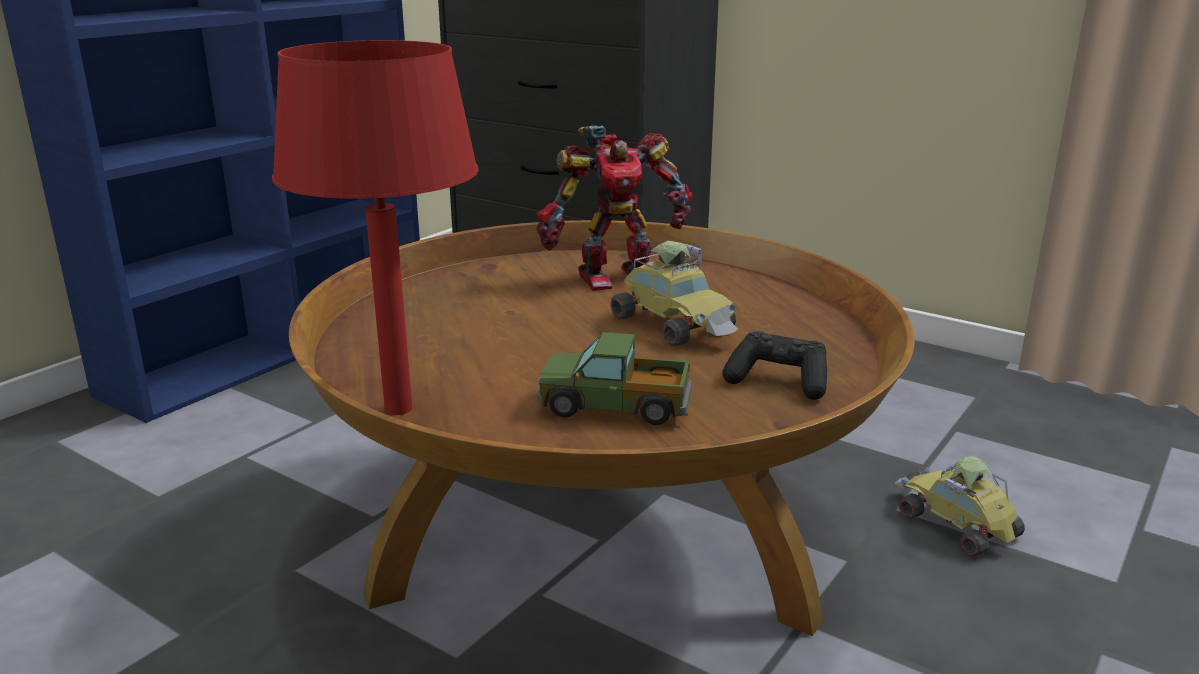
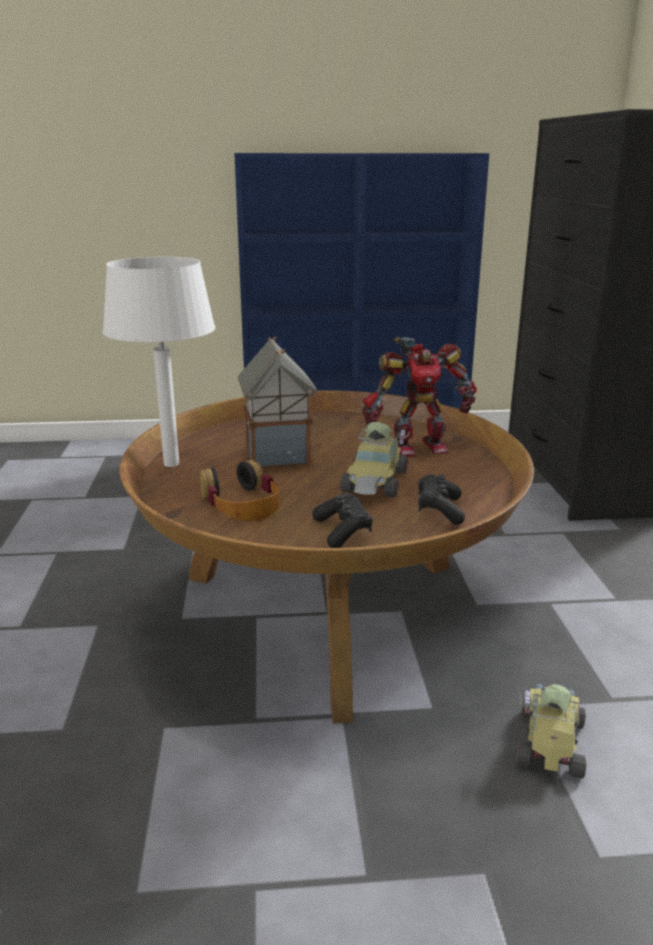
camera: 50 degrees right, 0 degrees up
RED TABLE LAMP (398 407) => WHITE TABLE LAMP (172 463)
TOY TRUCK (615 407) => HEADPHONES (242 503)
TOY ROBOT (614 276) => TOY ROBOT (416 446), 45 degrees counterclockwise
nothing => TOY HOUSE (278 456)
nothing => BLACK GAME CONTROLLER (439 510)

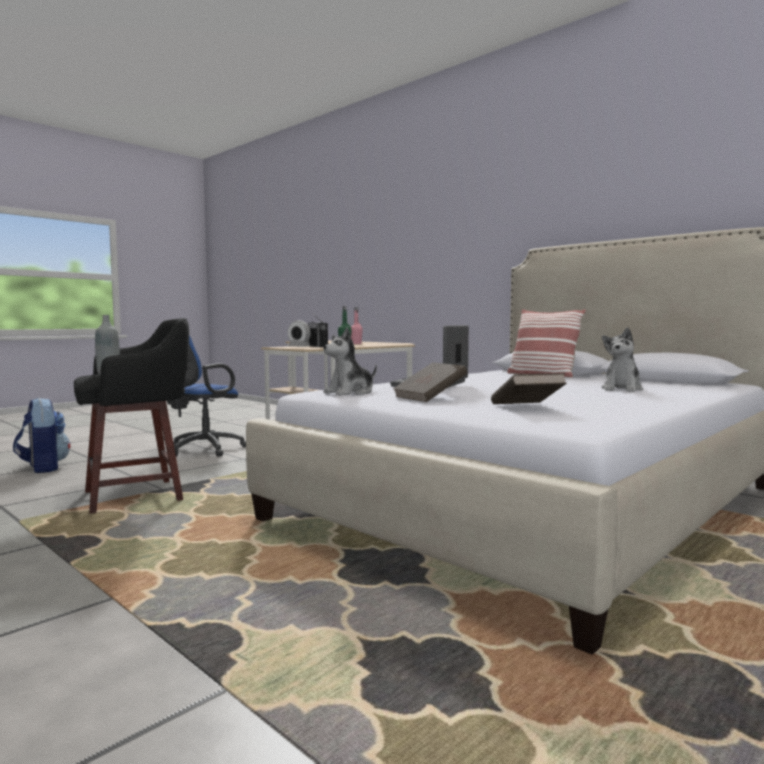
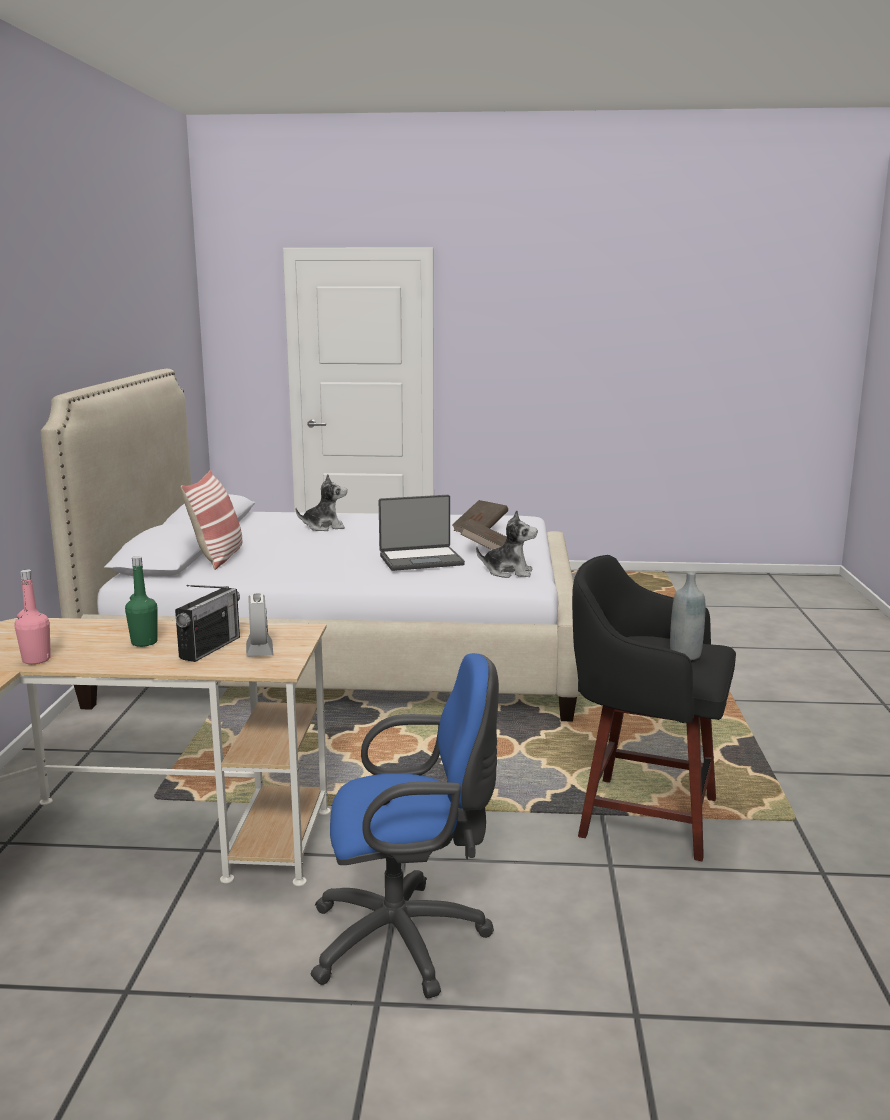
camera: 130 degrees left, 10 degrees up
BACKPACK (43 467) => nothing

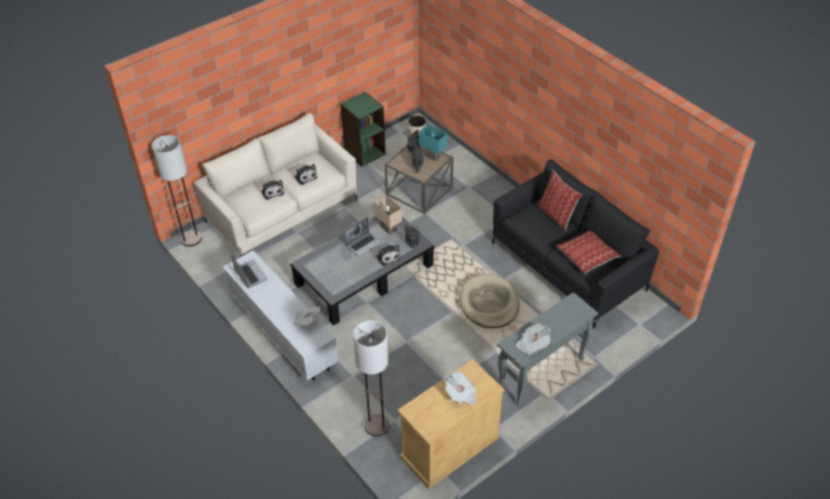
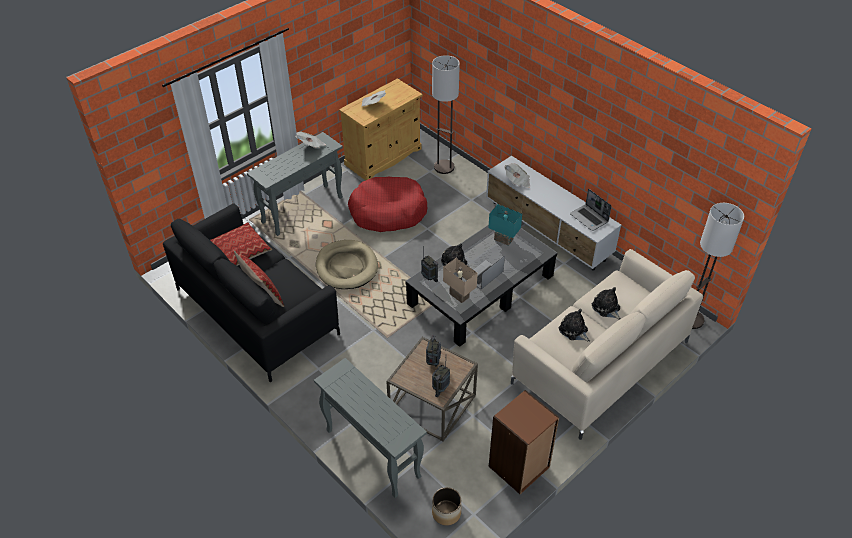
camera: 175 degrees right, 0 degrees up
GREEN BOOKCASE (364 153) => BROWN BOOKCASE (519 467)
TURQUOISE TABLE LAMP (432 156) => TURQUOISE TABLE LAMP (504 239), moved
nothing => GREY CONSOLE TABLE (372 453)
nothing => RED DOG BED (388 212)

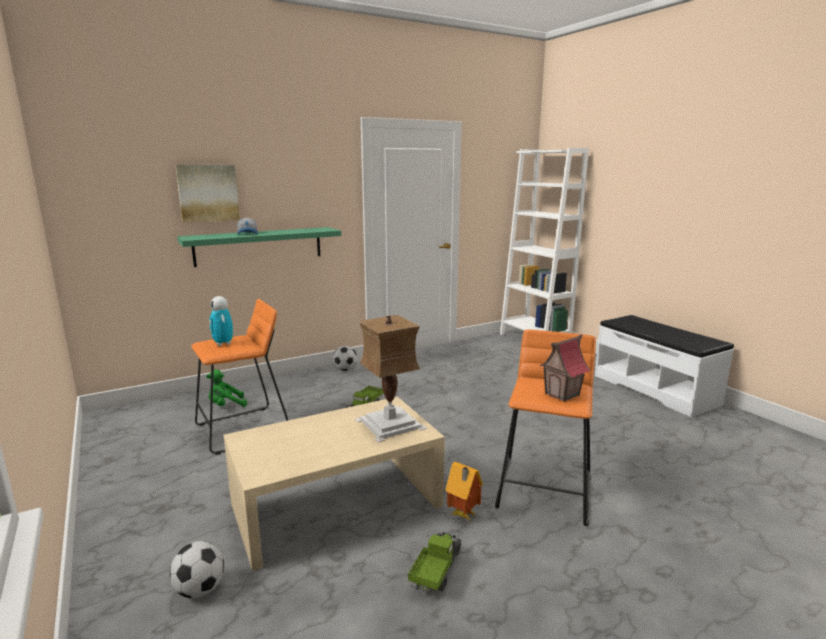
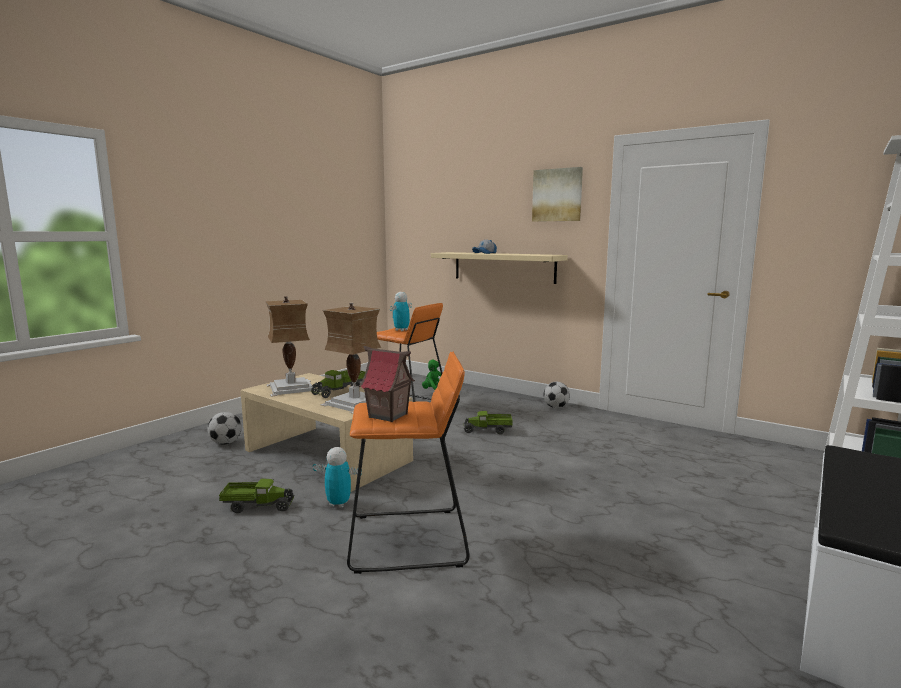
camera: 65 degrees right, 5 degrees down
PICTURE (208 193) => PICTURE (557 195), moved
GREEN SHELF (259 246) => BEIGE SHELF (503 267)
TOY HOUSE (462 515) => TOY ROBOT (338 504)
nothing => TABLE LAMP (290 387)
nothing => TOY TRUCK (339 391)

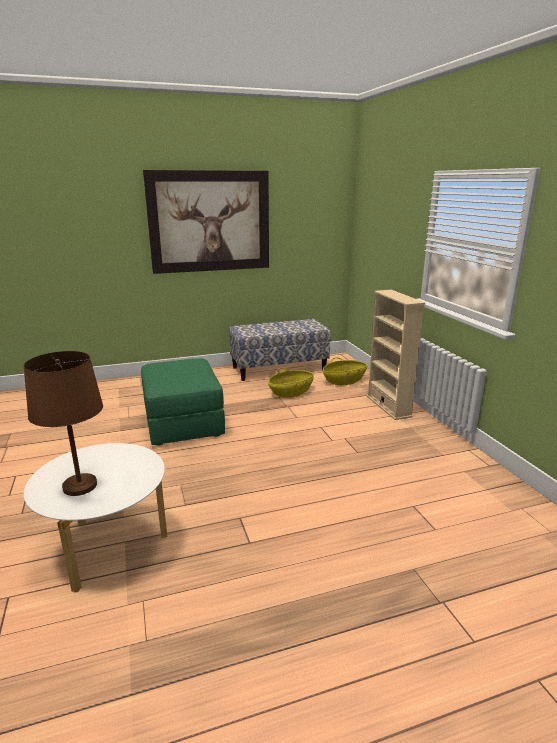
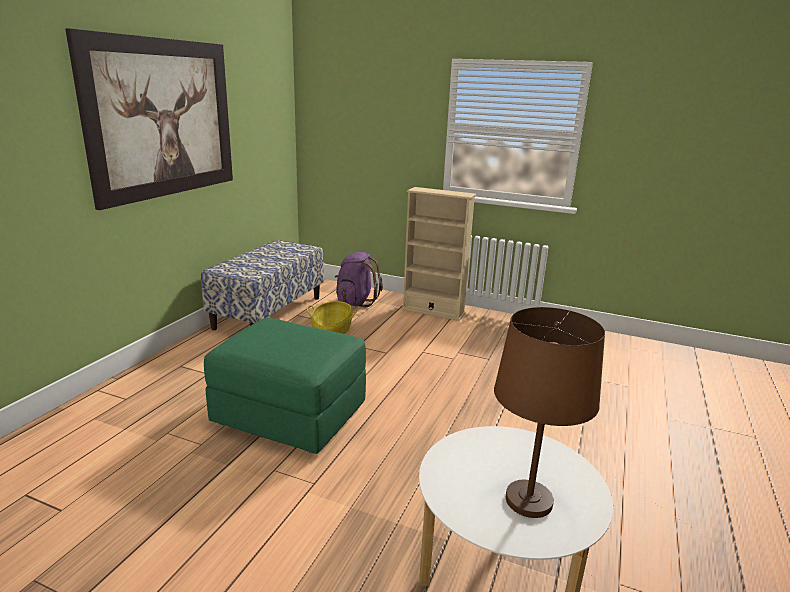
camera: 50 degrees left, 0 degrees up
BASKET (344 381) => PURPLE BACKPACK (355 302)

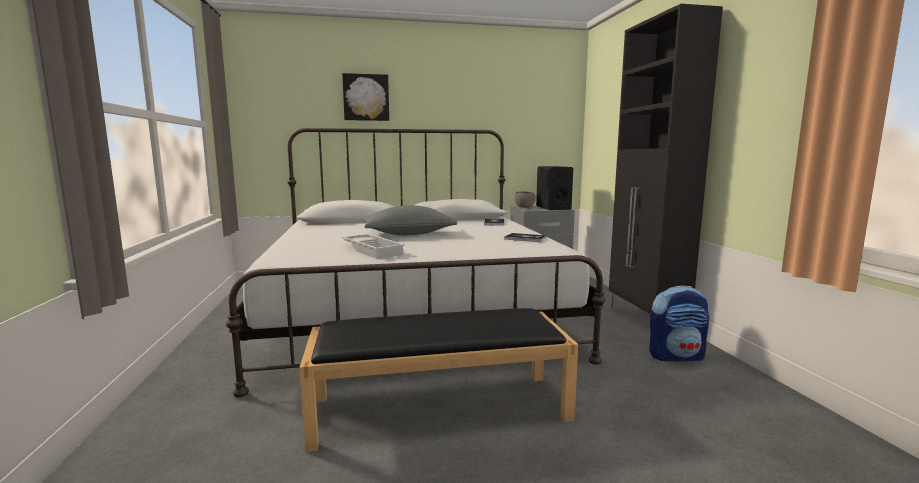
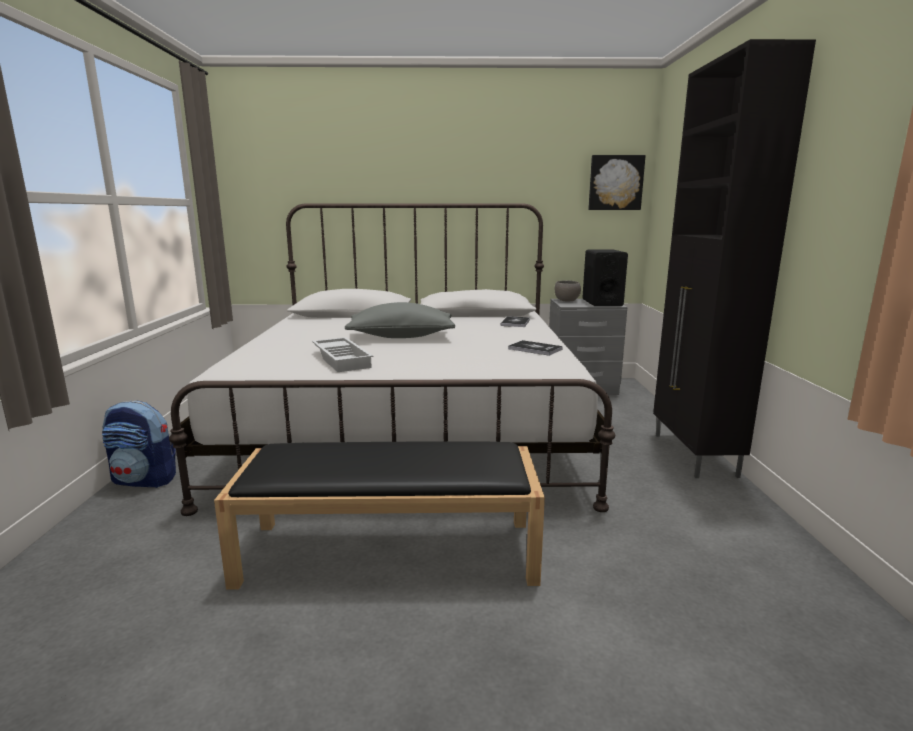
camera: 10 degrees right, 5 degrees up
PICTURE (366 97) => PICTURE (615 183), moved
BACKPACK (676 356) => BACKPACK (145 480), moved

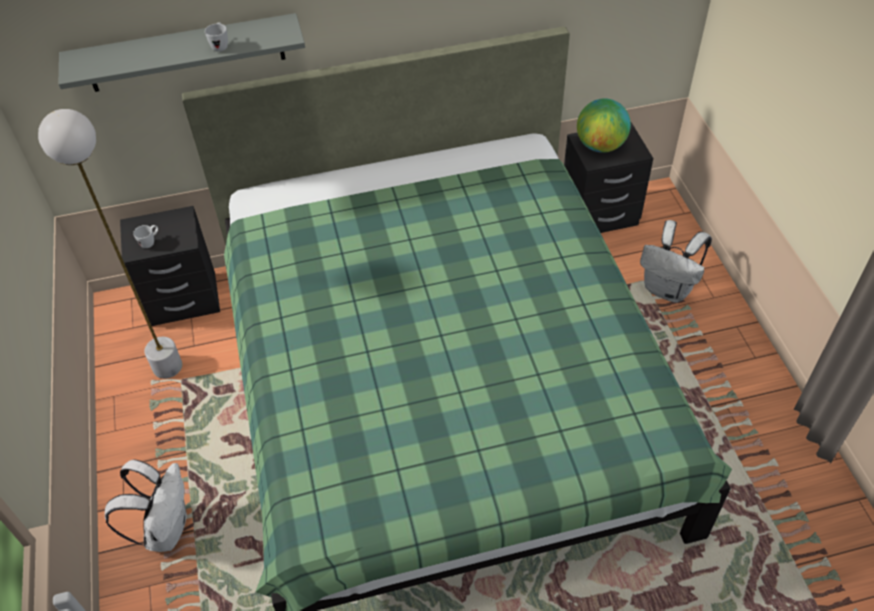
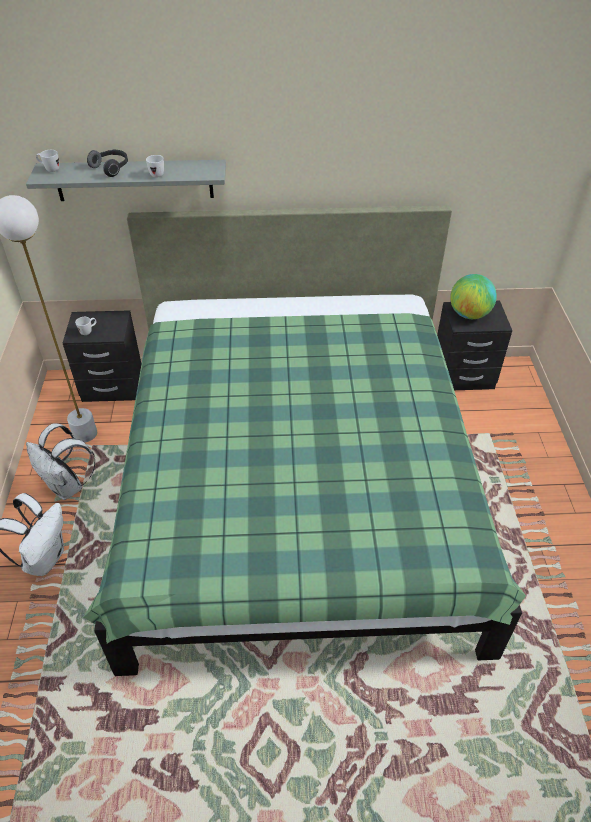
camera: 10 degrees right, 5 degrees down
WHITE BACKPACK (668 289) => WHITE BACKPACK (68 486), moved
nothing => WHITE MUG (50 169)
nothing => HEADPHONES (111 168)

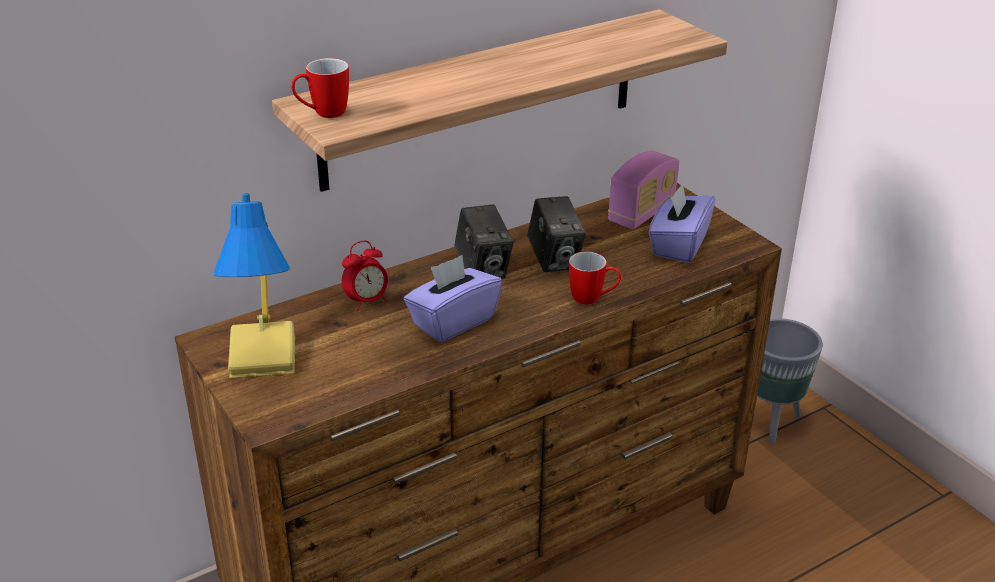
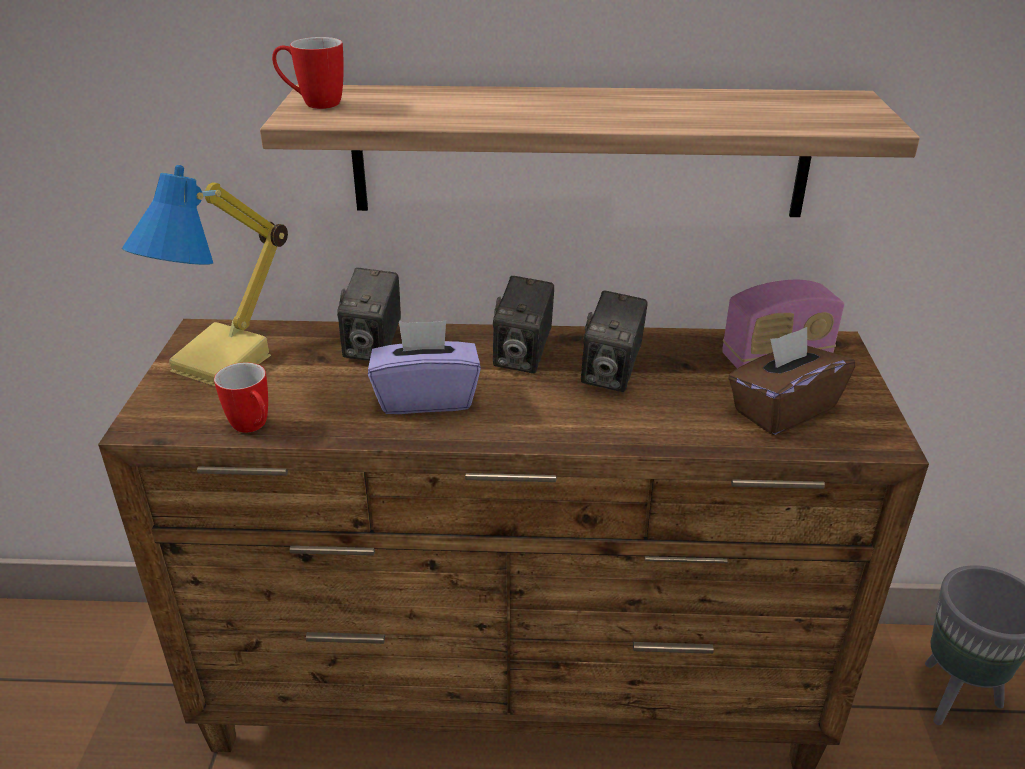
camera: 35 degrees right, 0 degrees up
ALARM CLOCK (367 301) => PHOTO CAMERA (373 347)
MUG (593 299) => MUG (254 428), moved
PURPLE TISSUE BOX (678 245) => BROWN TISSUE BOX (782 410)

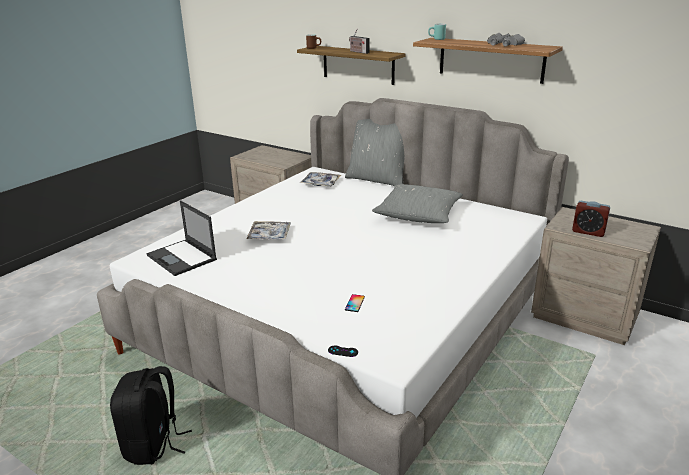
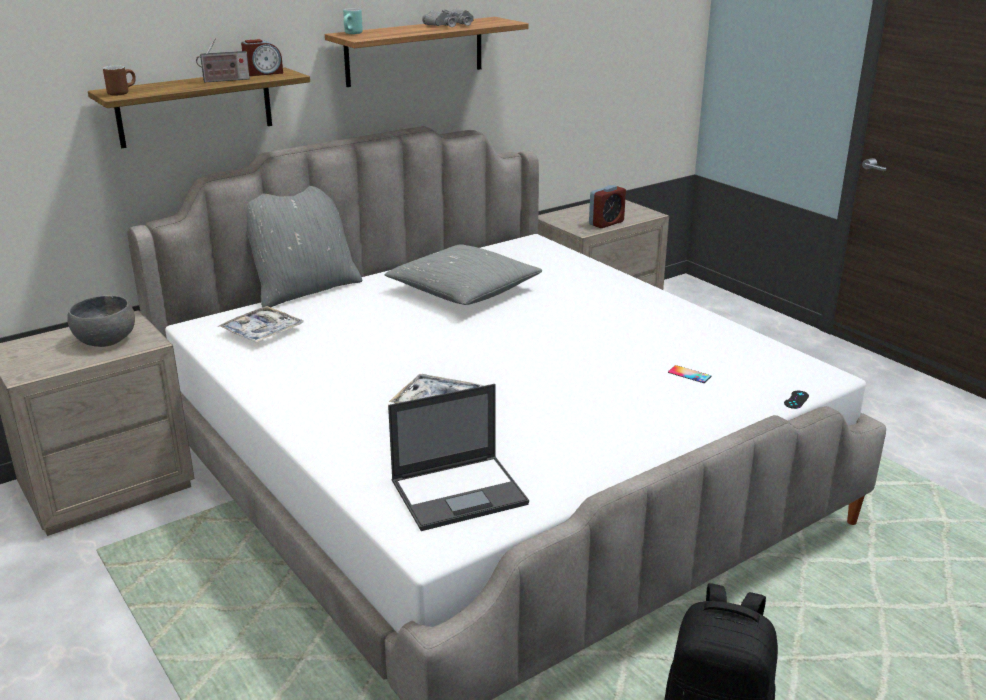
camera: 70 degrees left, 0 degrees up
nothing => GREY BOWL (106 340)
nothing => ALARM CLOCK (263 73)

